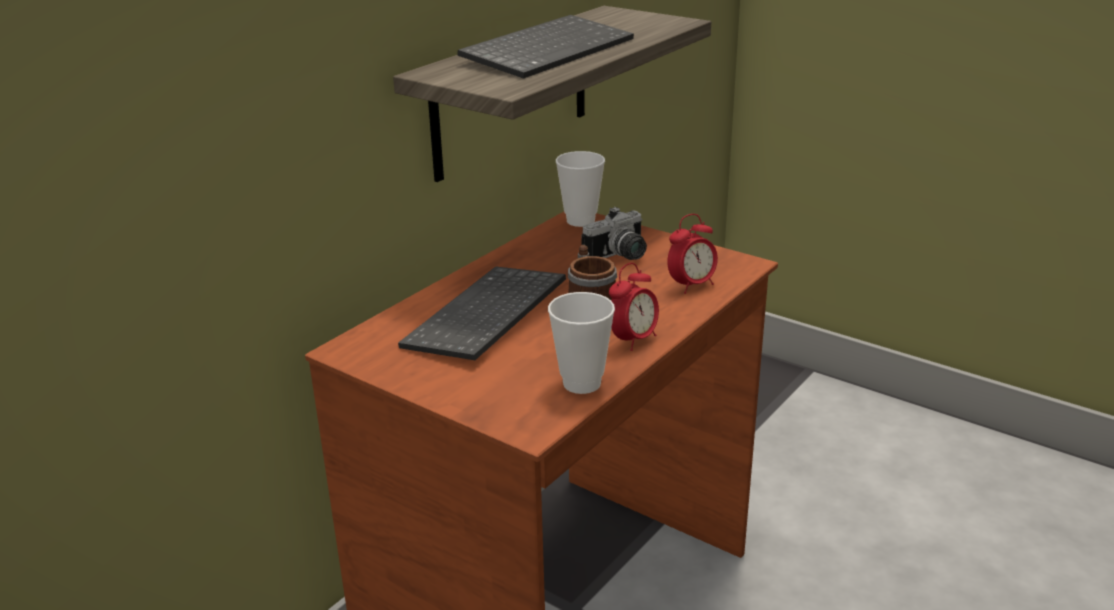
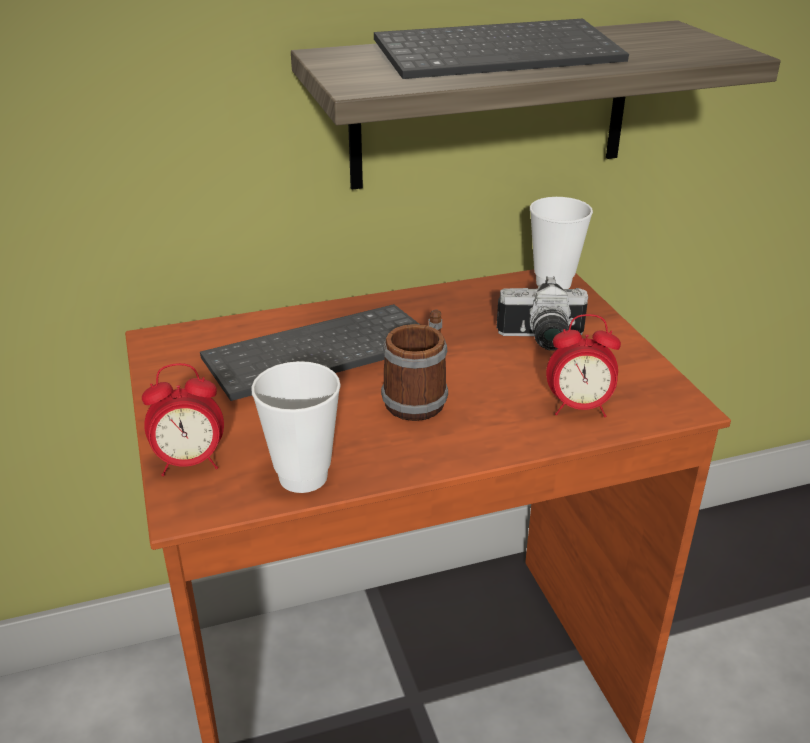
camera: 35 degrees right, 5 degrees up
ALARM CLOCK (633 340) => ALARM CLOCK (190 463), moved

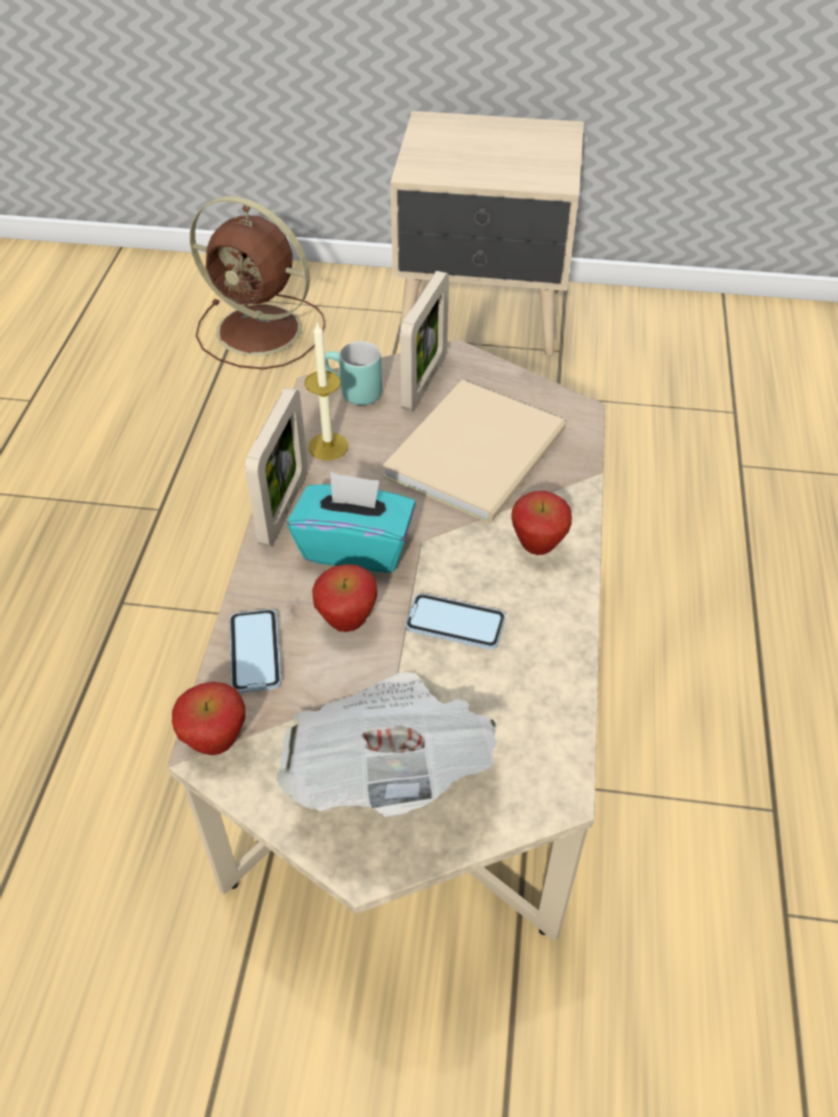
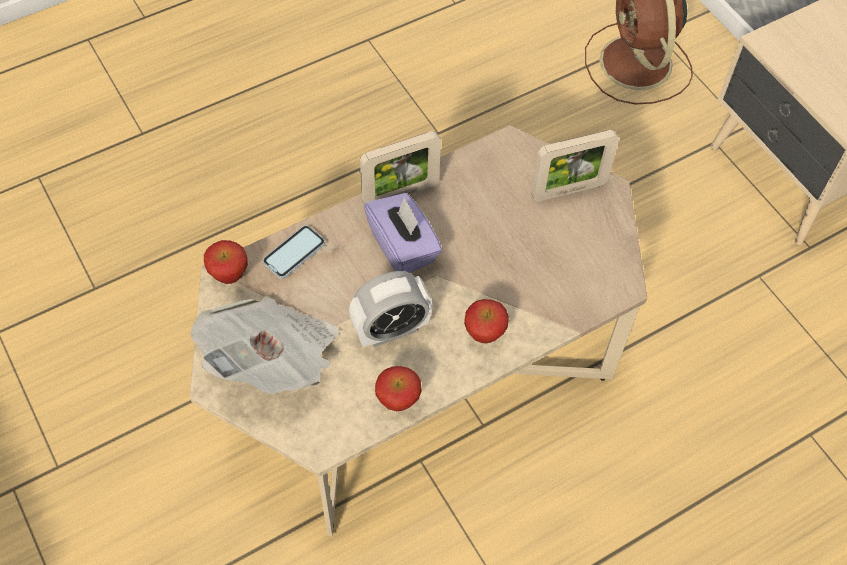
camera: 50 degrees right, 10 degrees up
TURQUOISE TISSUE BOX (355 547) => PURPLE TISSUE BOX (403 247)
CANDLE (328 446) => nothing
APPLE (347 622) => APPLE (398 401), moved
TURQUOISE MUG (352 394) => nothing
BEIGE BOOK (481 452) => nothing
PHONE (455 623) => ALARM CLOCK (391 330)

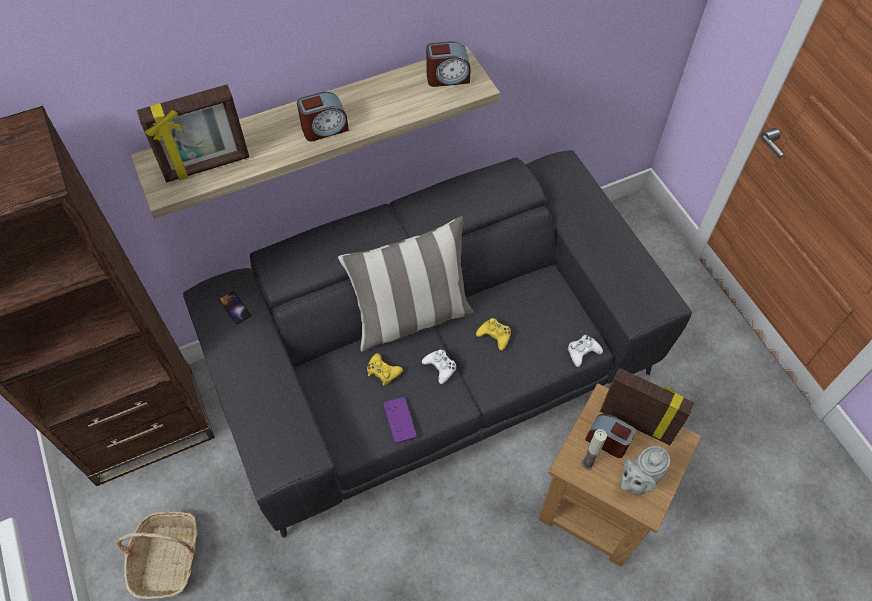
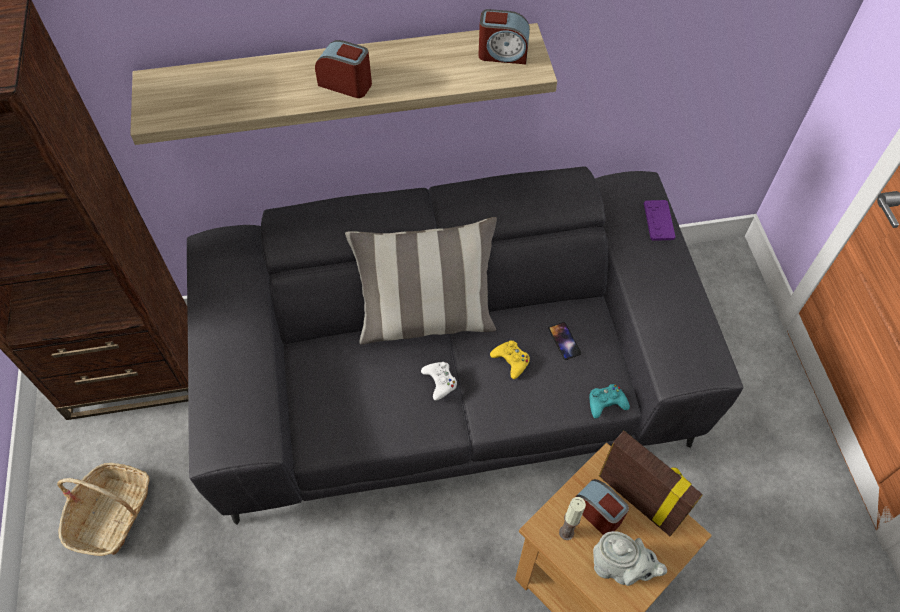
camera: 15 degrees right, 0 degrees up
PICTURE FRAME (207 166) => nothing
PHONE (235 307) => PHONE (564 341), moved
ALARM CLOCK (324 129) => ALARM CLOCK (346 83), 150 degrees counterclockwise
YELLOW GAME CONTROLLER (383 371) => nothing
PURPLE GAME CONTROLLER (399 420) => PURPLE GAME CONTROLLER (658 221), moved
WHITE GAME CONTROLLER (582 352) => TURQUOISE GAME CONTROLLER (606 403)
GREY TEAPOT (638 480) => GREY TEAPOT (619 568), 135 degrees counterclockwise

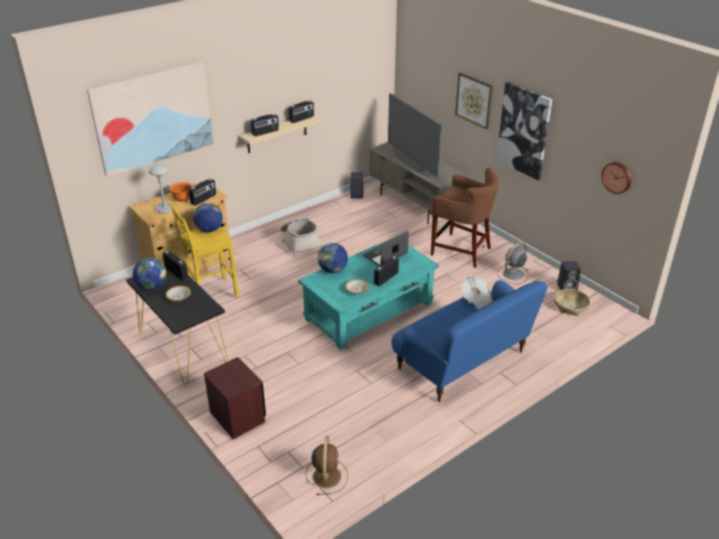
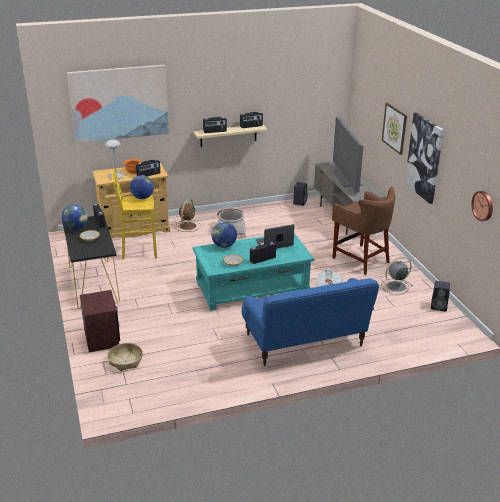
camera: 20 degrees right, 5 degrees down
BROWN FAN (327 475) => BROWN FAN (188 226), moved
BASKET (570 306) => BASKET (125 361), moved

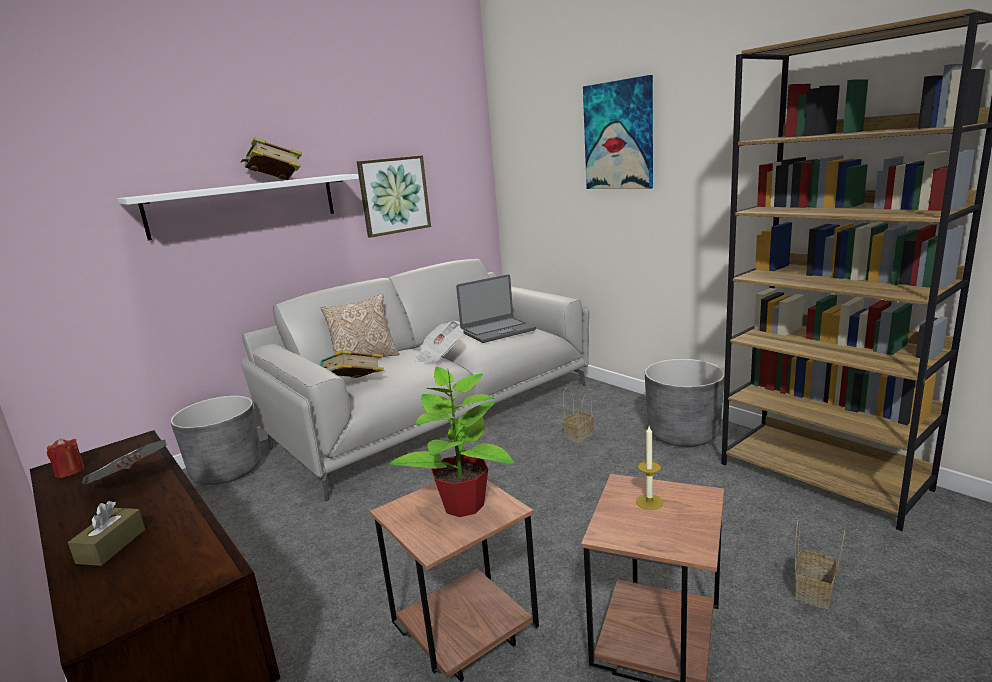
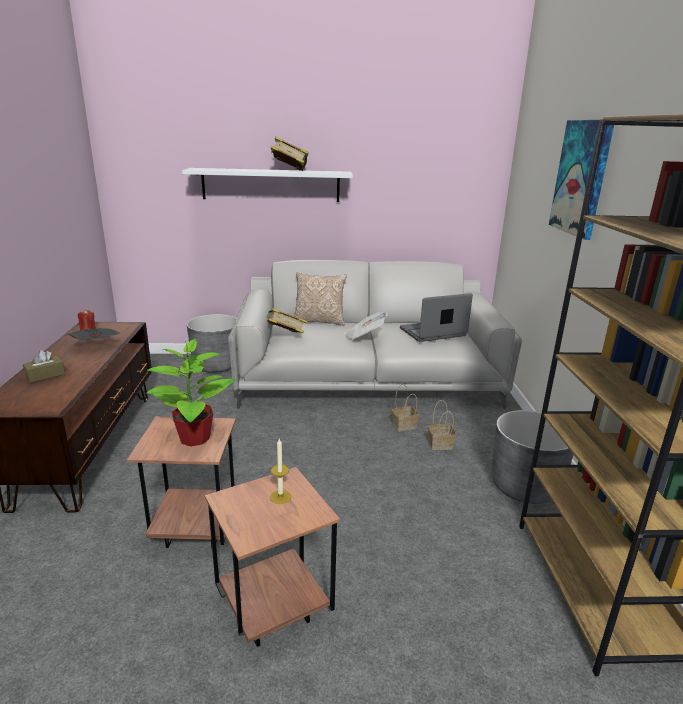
camera: 35 degrees right, 5 degrees up
PICTURE (394 195) => nothing
LAPTOP (497 331) => LAPTOP (433 332), 150 degrees clockwise
BASKET (814 593) => BASKET (403 426), moved

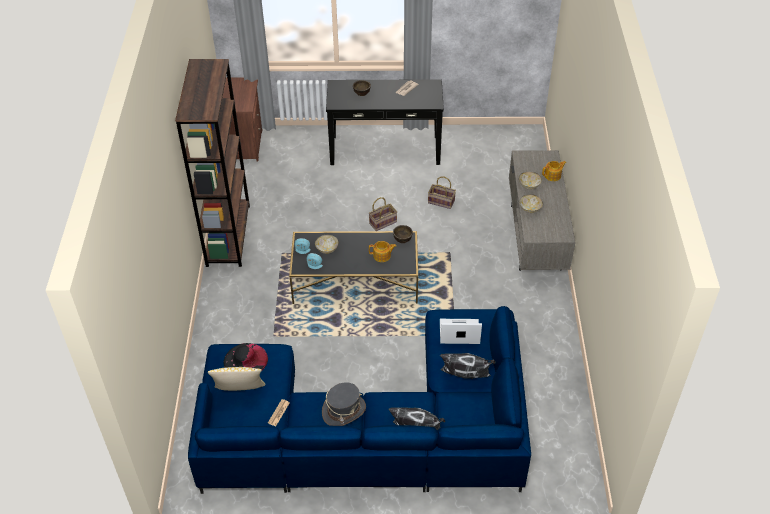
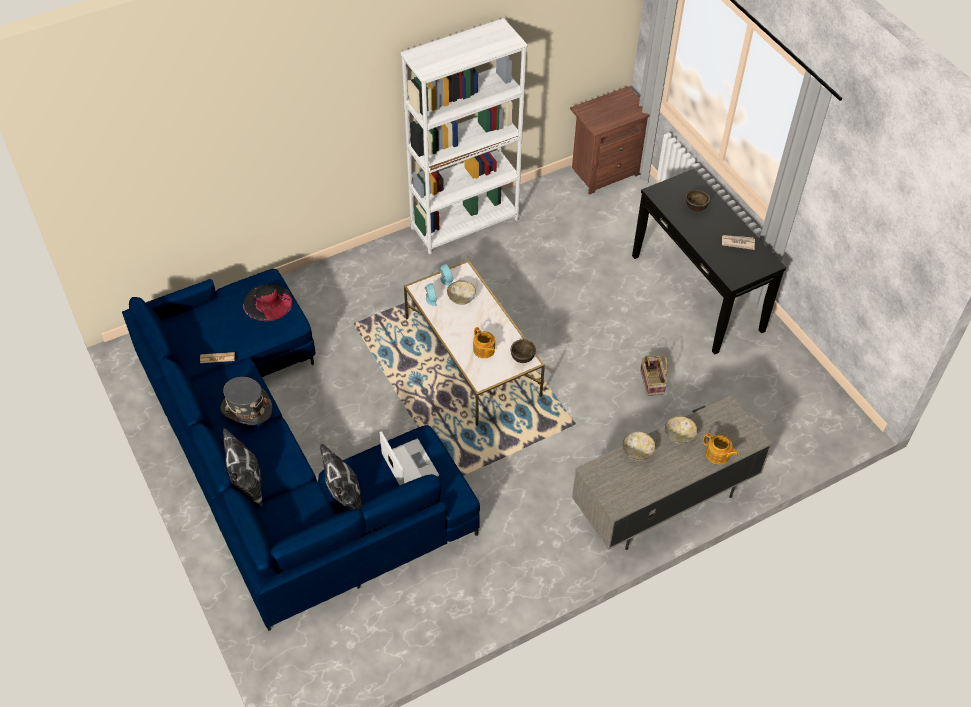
camera: 60 degrees right, 5 degrees up
BROWN BOOKCASE (228 235) => WHITE BOOKCASE (464 223)
PILLOW (240 392) => nothing
BLACK COFFEE TABLE (355 281) => WHITE COFFEE TABLE (472 356)
BASKET (383 222) => nothing

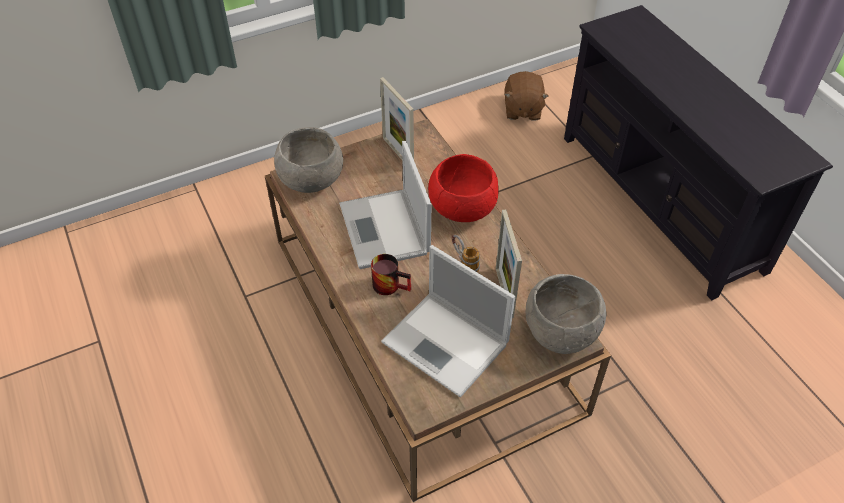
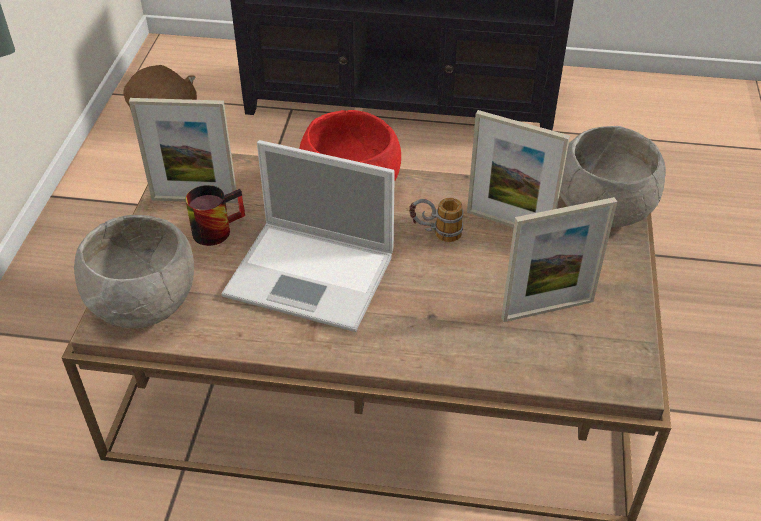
camera: 55 degrees left, 5 degrees down
MUG (391 284) => MUG (216 227), moved
LAPTOP (447 344) => PICTURE FRAME (547 309)

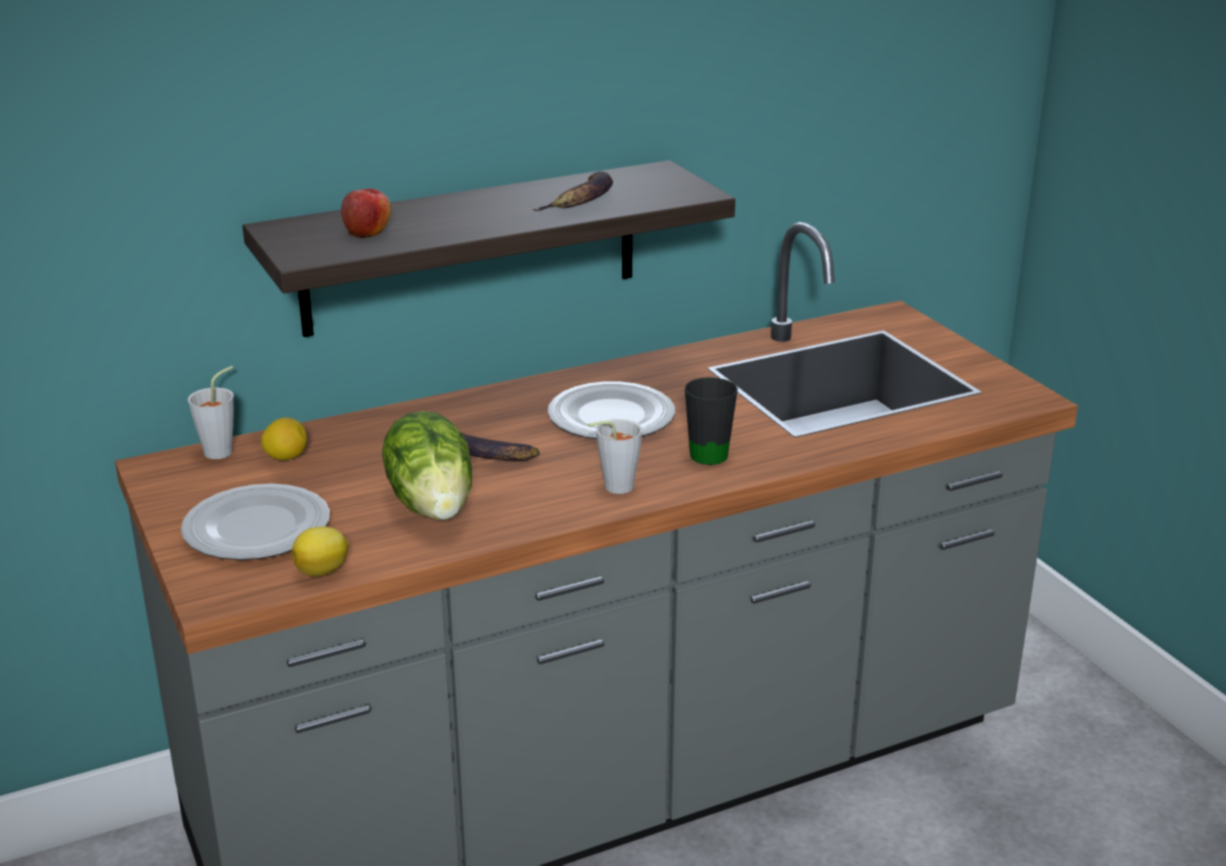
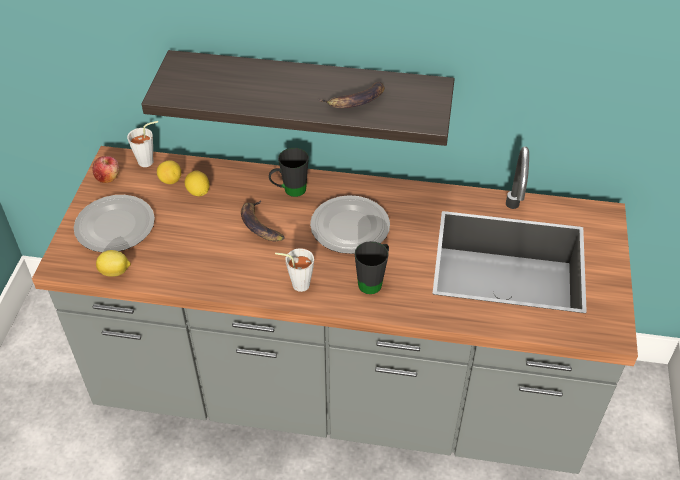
camera: 35 degrees right, 20 degrees up
APPLE (367 232) => APPLE (108 177), moved
LETTUCE (433 503) => nothing
nothing => LEMON (198 192)
nothing => BLACK MUG (289 191)

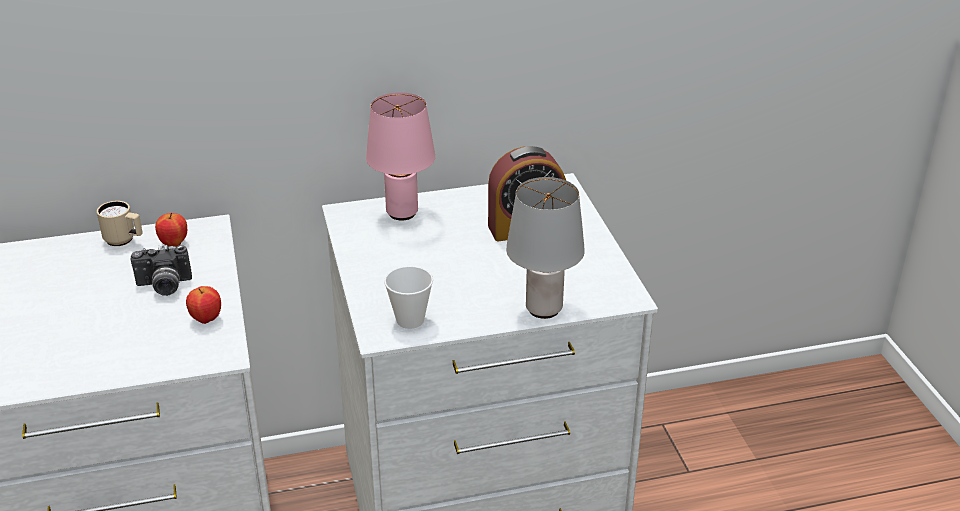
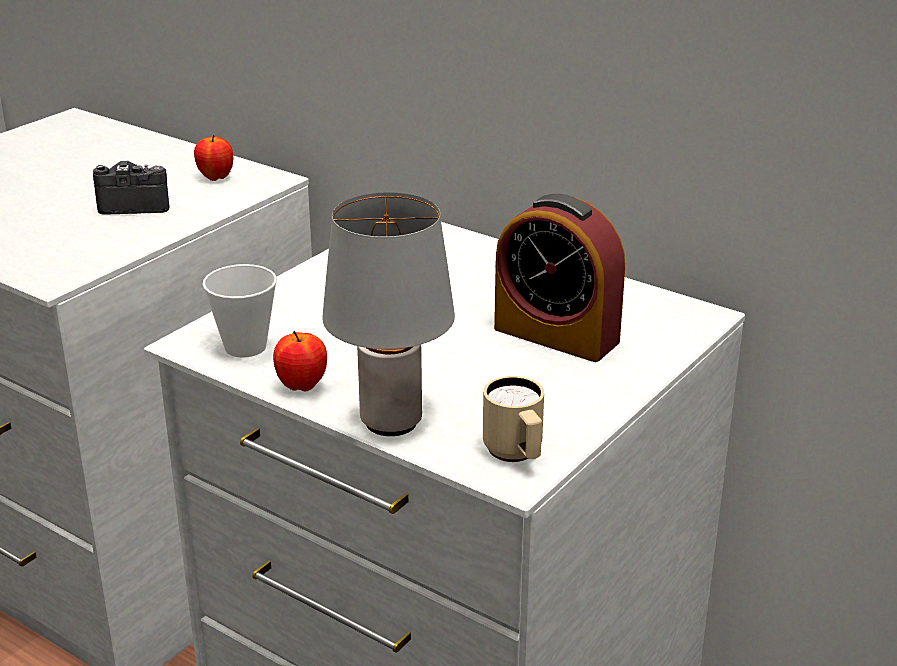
camera: 50 degrees right, 5 degrees down
BEIGE MUG (124 240) => BEIGE MUG (516 455), moved
PHOTO CAMERA (164 286) => PHOTO CAMERA (135 205), 135 degrees clockwise
APPLE (206 319) => APPLE (302 386), moved
PINK TABLE LAMP (401 212) => nothing

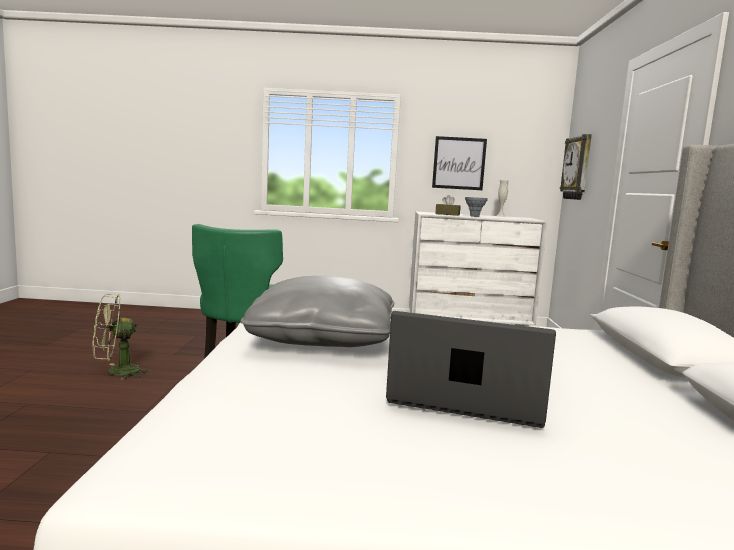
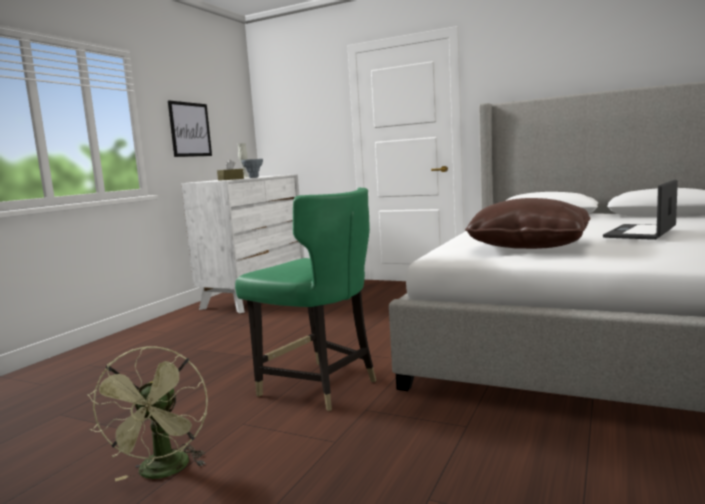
camera: 65 degrees left, 0 degrees up
GREY PILLOW (323 339) => BROWN PILLOW (529 246)
WALL CLOCK (578 168) => nothing

